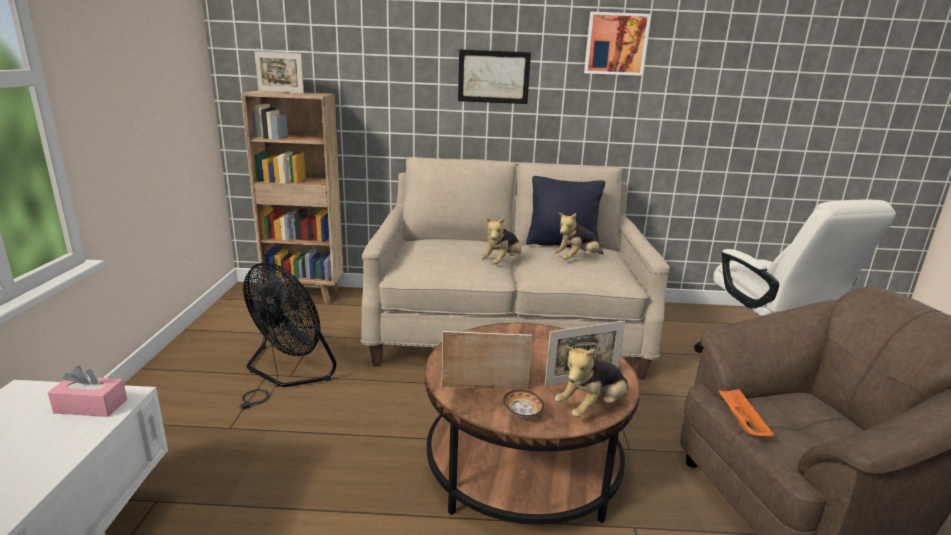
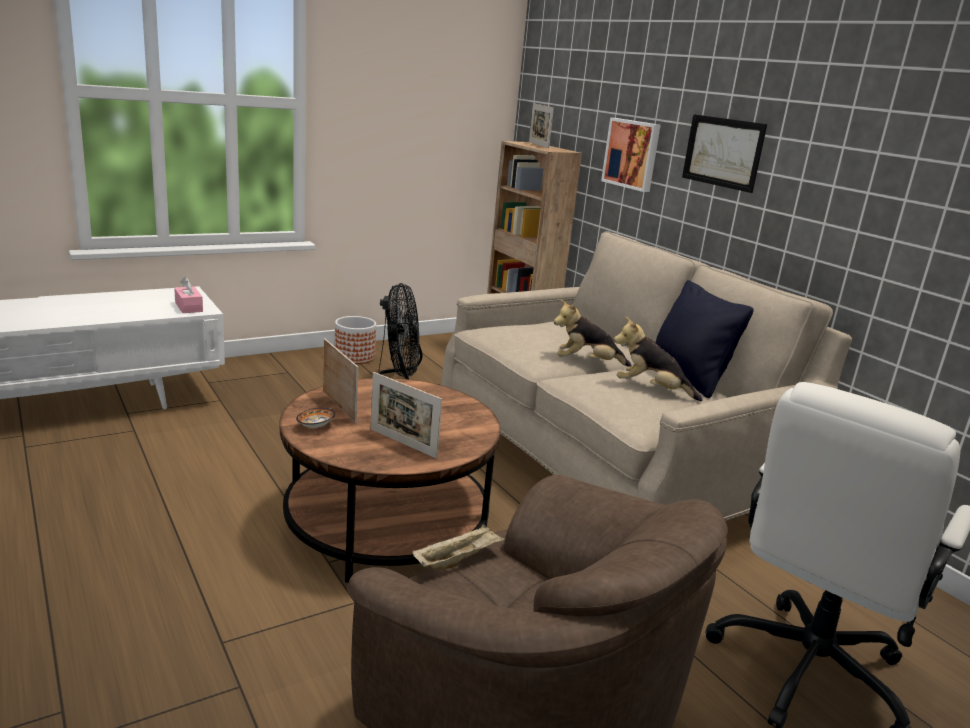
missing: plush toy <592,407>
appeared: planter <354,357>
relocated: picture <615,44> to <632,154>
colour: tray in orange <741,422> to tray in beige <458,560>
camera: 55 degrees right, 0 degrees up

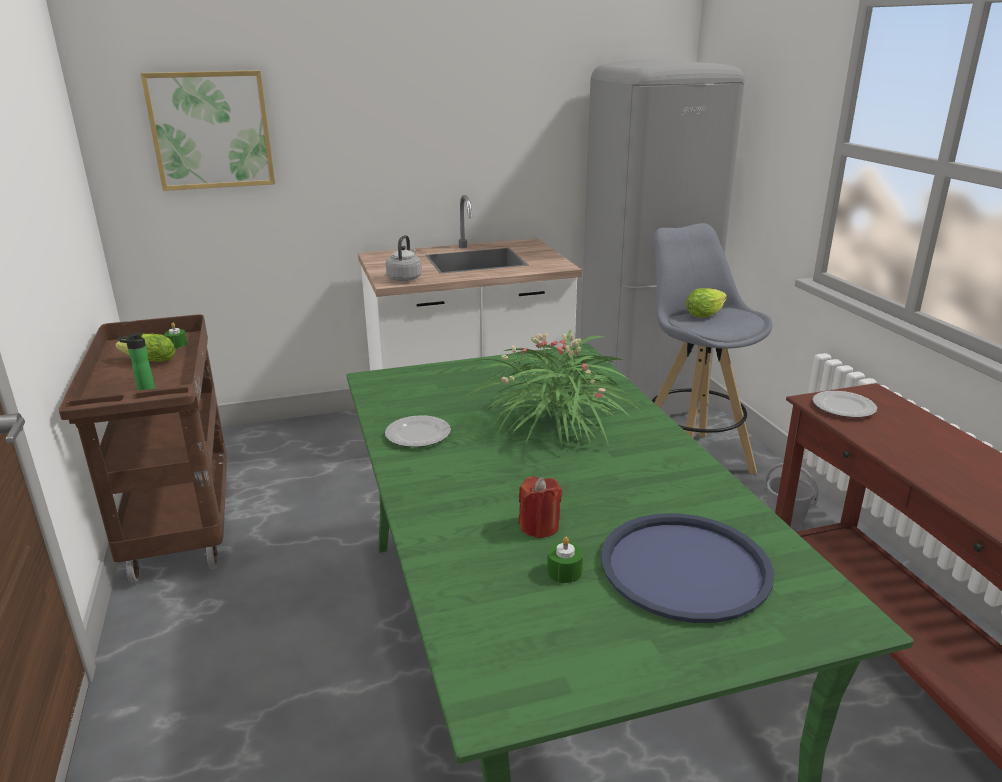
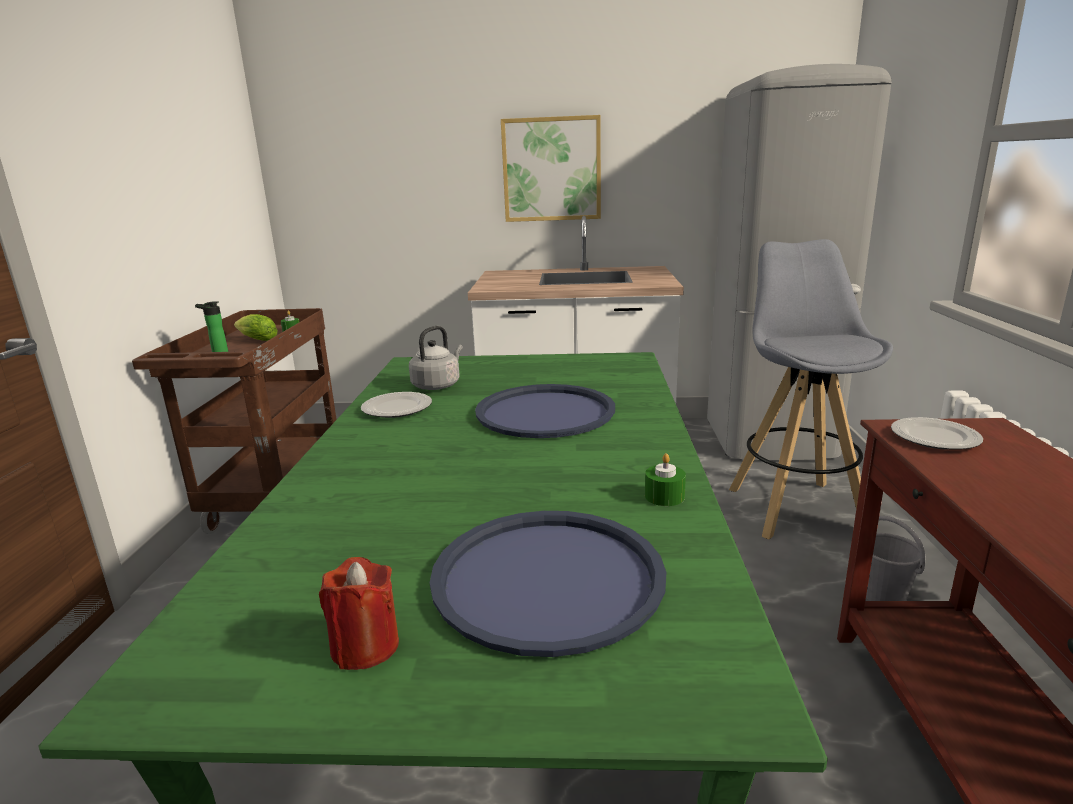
missing: lettuce <707,313>
relocated: picture <211,130> to <551,169>; kettle in grey <405,278> to <438,385>; candle in red <539,527> to <365,646>; candle in green <564,571> to <664,496>
exchanged: potted plant <555,422> to tray in blue <545,412>
camera: 20 degrees right, 5 degrees down

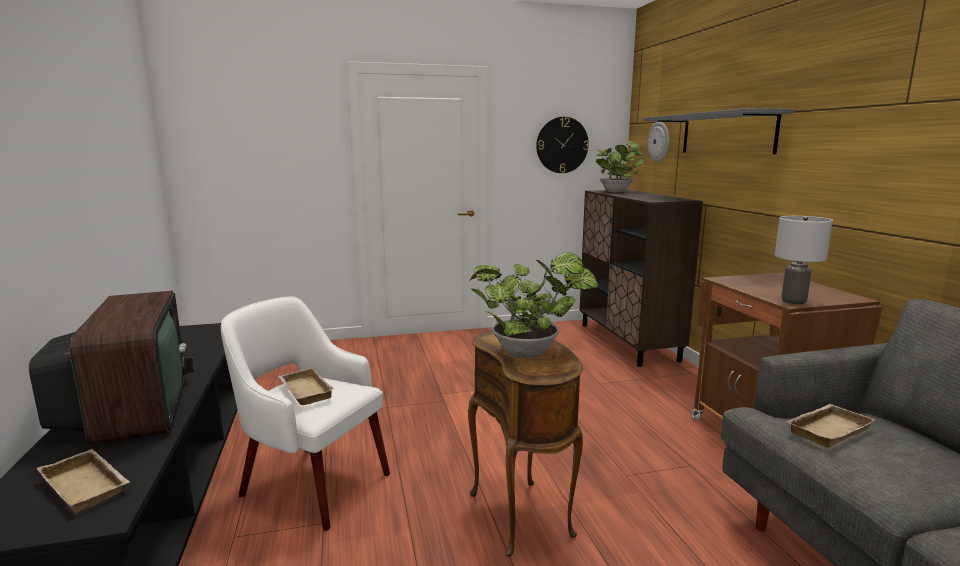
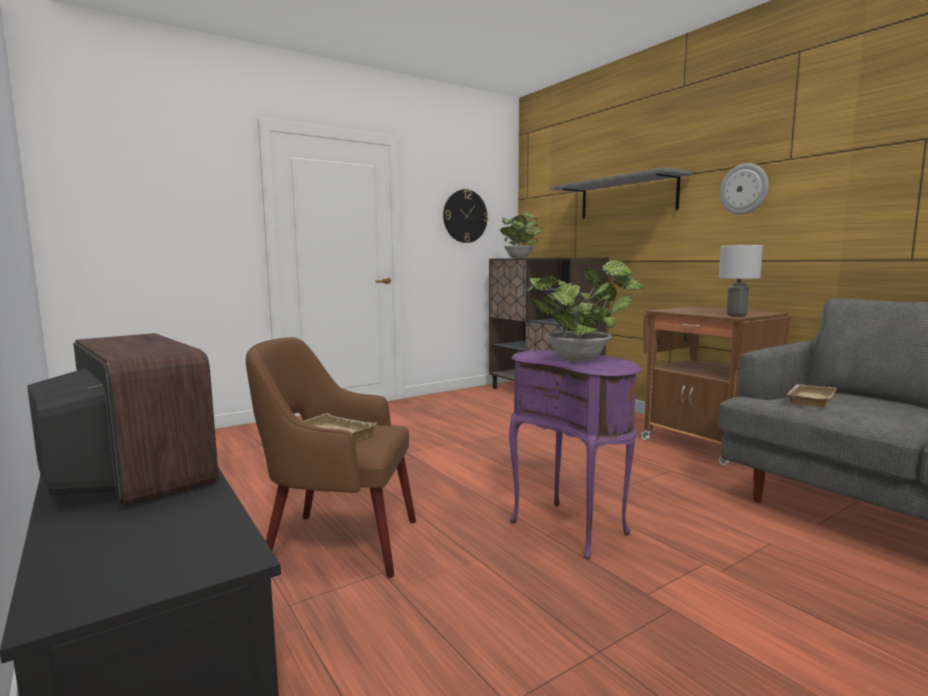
missing: tray in beige <88,485>
relocated: wall clock <659,141> to <744,189>
colour: armchair in white <312,483> to armchair in brown <339,543>; side table in brown <524,515> to side table in purple <572,527>
camera: 20 degrees left, 5 degrees down

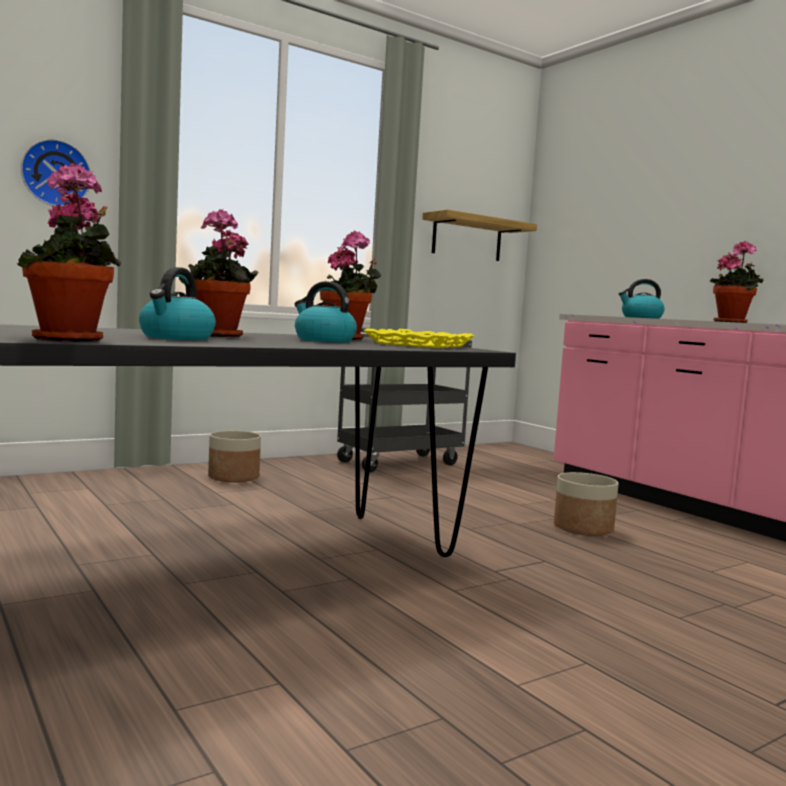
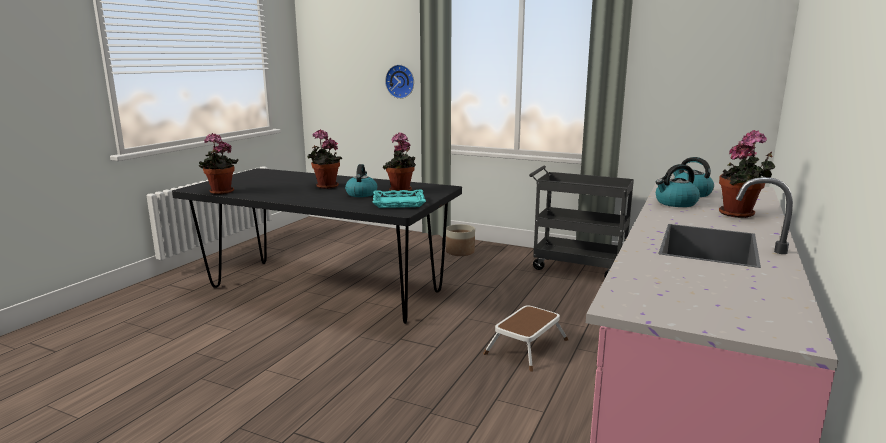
missing: shelf <467,238>
relocated: kettle <176,338> to <675,203>
exchanged: planter <583,528> to step ladder in brown <526,346>
colour: tray in yellow <419,345> to tray in turquoise <399,202>
camera: 60 degrees right, 10 degrees up

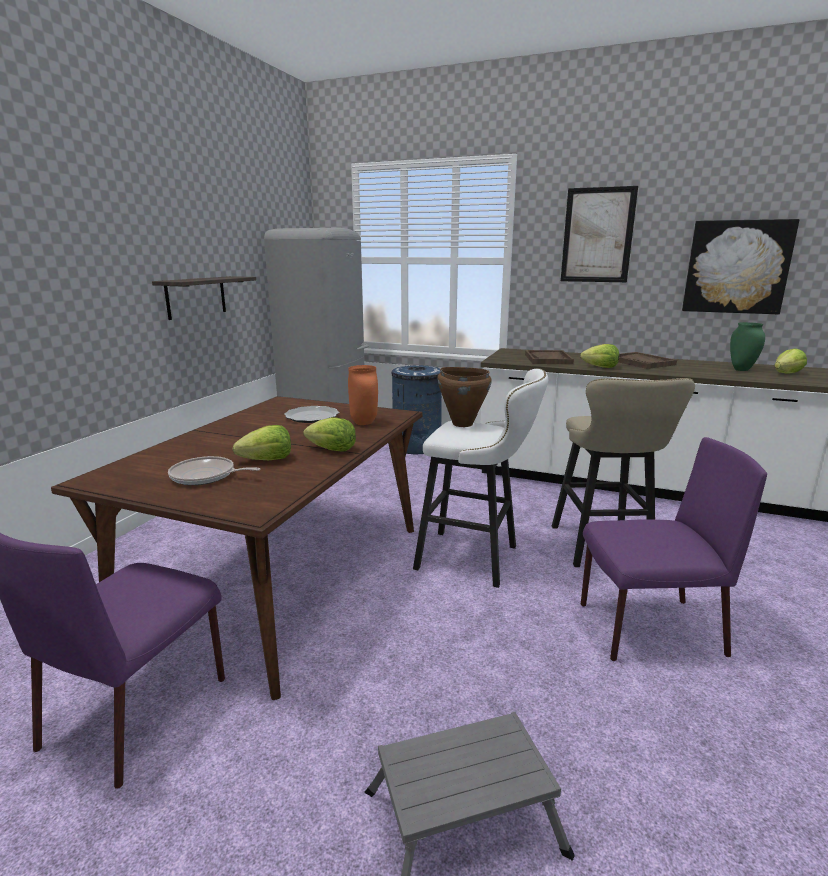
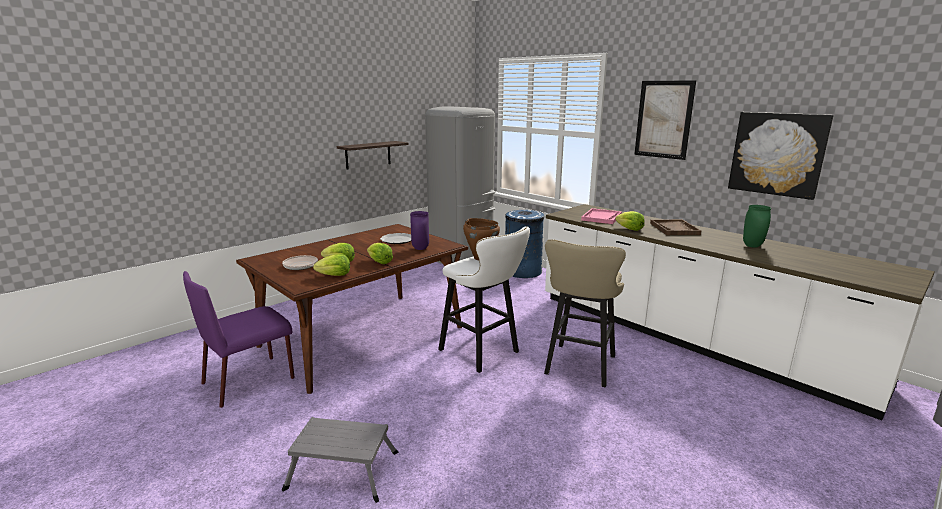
missing: chair in purple <647,629>
relocated: lettuce <786,373> to <334,275>
colour: vase in orange <364,423> to vase in purple <421,248>; tray in brown <548,359> to tray in pink <601,217>
camera: 25 degrees right, 0 degrees up

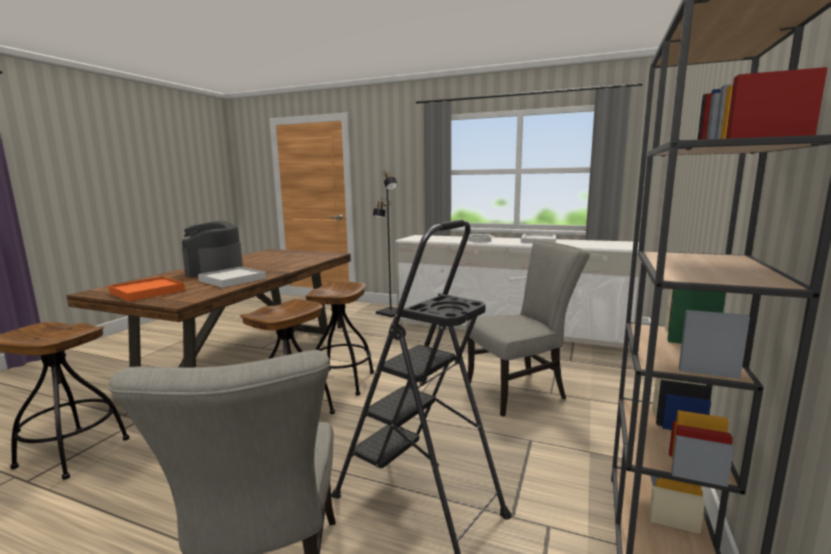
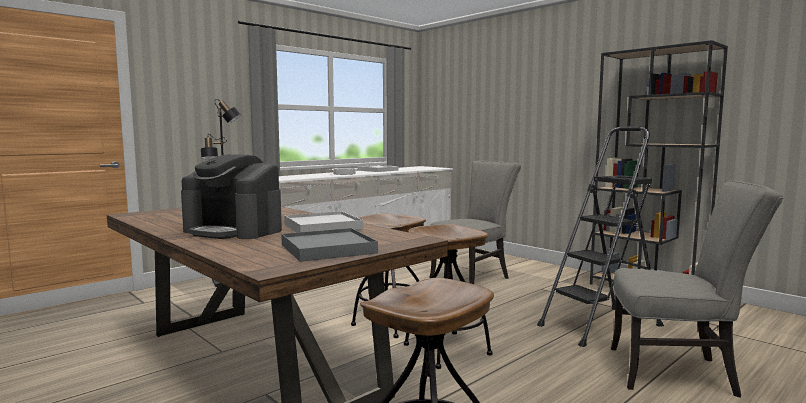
colour: tray in orange <148,291> to tray in grey <328,249>
spun: chair in grey <521,390> = <474,277> 45 degrees clockwise
camera: 65 degrees left, 5 degrees down

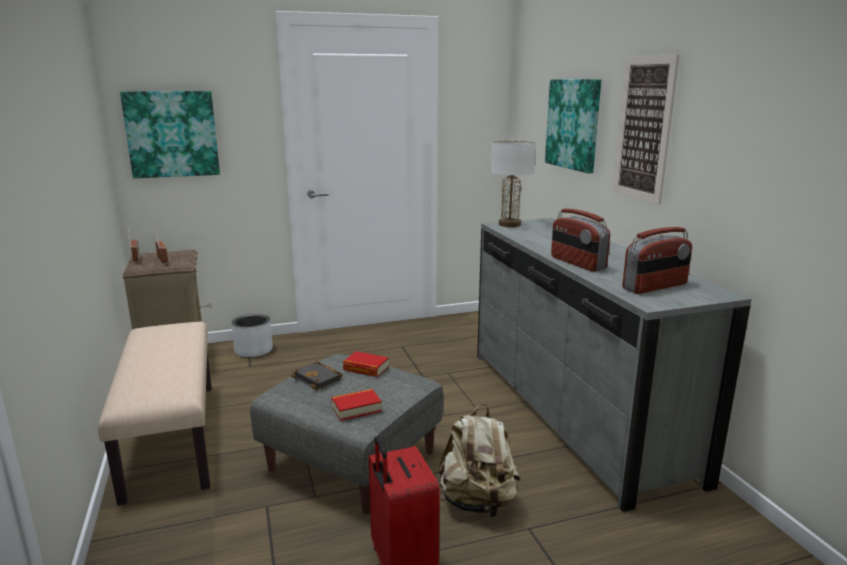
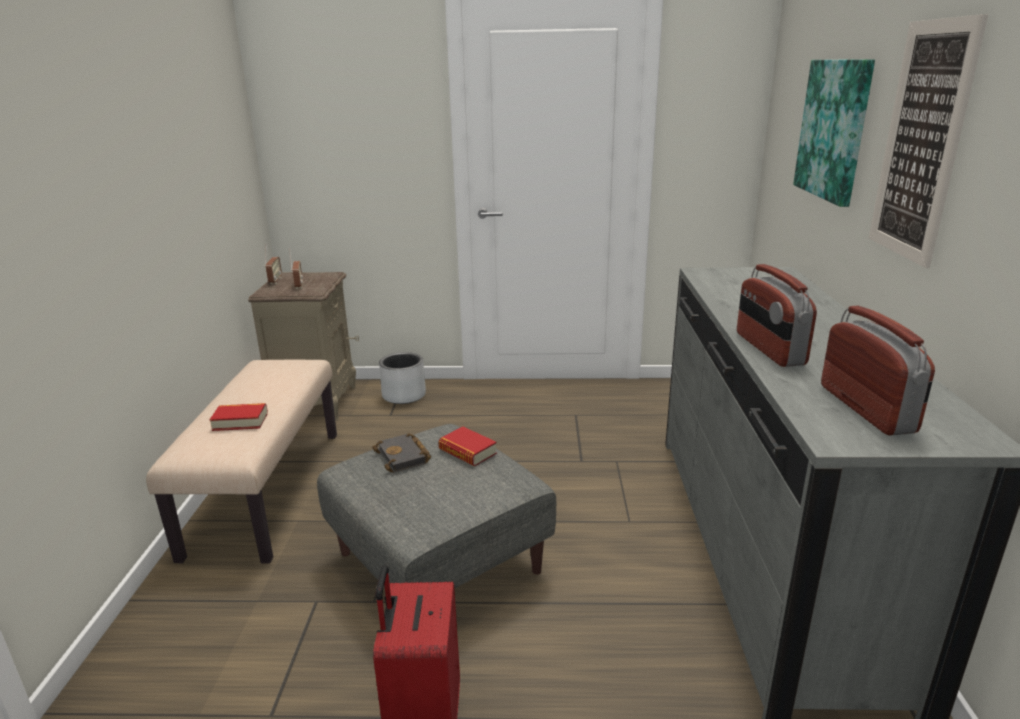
missing: picture <172,134>; backpack in beige <477,502>; table lamp <510,224>
relocated: book <356,409> to <240,421>
spun: radio <655,287> = <867,408> 90 degrees counterclockwise
camera: 20 degrees right, 5 degrees up

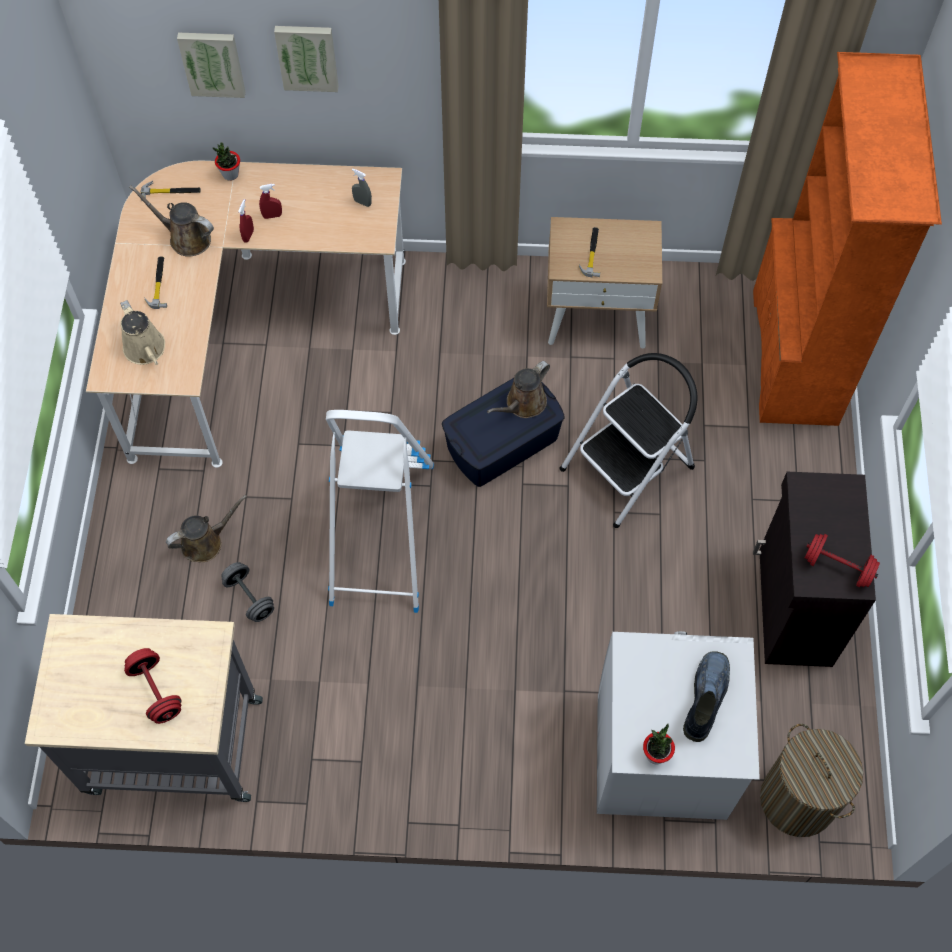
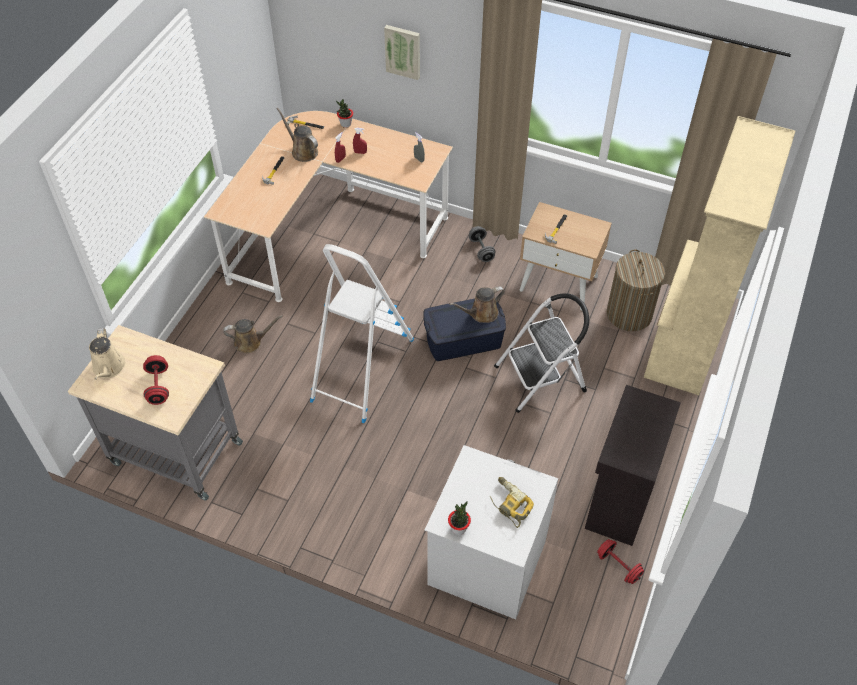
missing: picture <212,62>
relocated: watering can in beige <146,350> to <108,368>; dumbbell in grey <249,597> to <481,250>; laundry basket <798,799> to <629,314>; dumbbell in red <838,567> to <618,566>
exchanged: boot <705,696> to power drill <508,504>
colour: bookcase in orange <796,357> to bookcase in beige <685,344>
camera: 20 degrees right, 10 degrees down

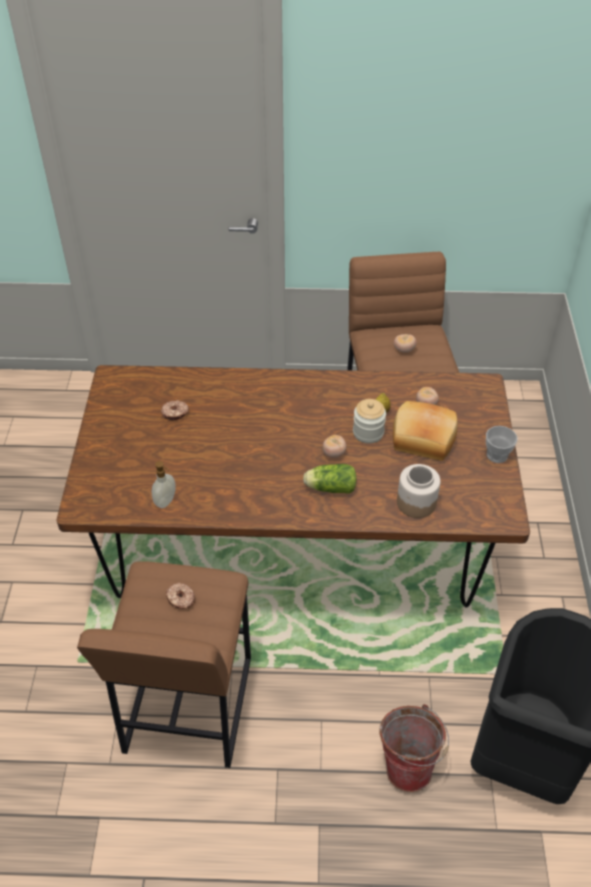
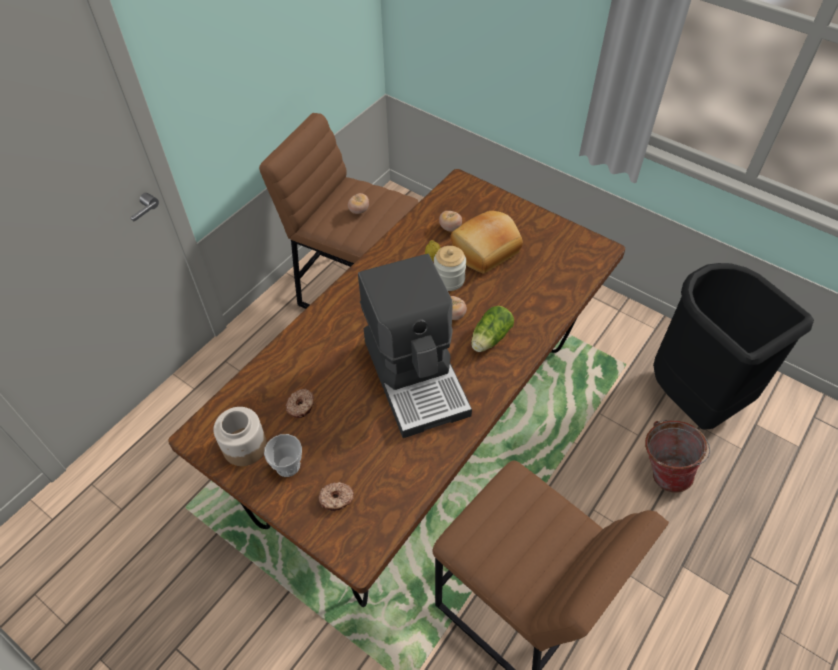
missing: soap dispenser <166,501>
appeared: coffee machine <417,376>
relocated: donut <181,599> to <336,499>; jar <416,502> to <244,446>; cup <497,455> to <287,465>
camera: 55 degrees left, 5 degrees up

